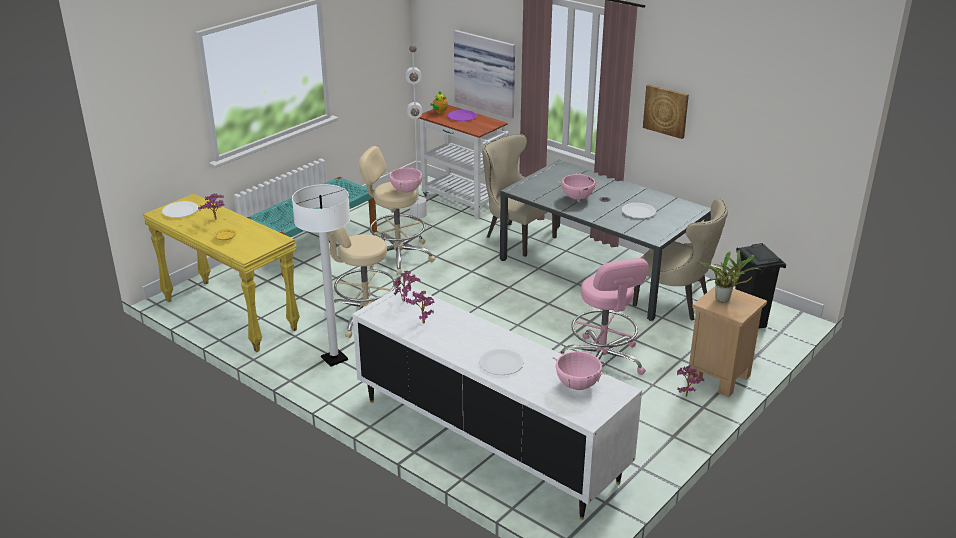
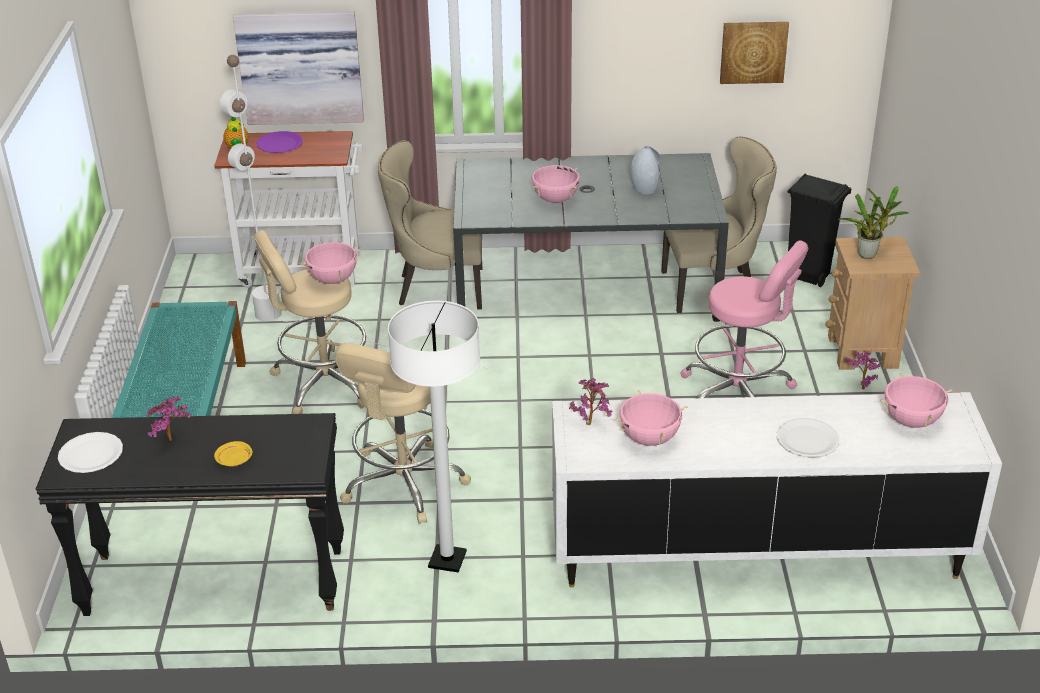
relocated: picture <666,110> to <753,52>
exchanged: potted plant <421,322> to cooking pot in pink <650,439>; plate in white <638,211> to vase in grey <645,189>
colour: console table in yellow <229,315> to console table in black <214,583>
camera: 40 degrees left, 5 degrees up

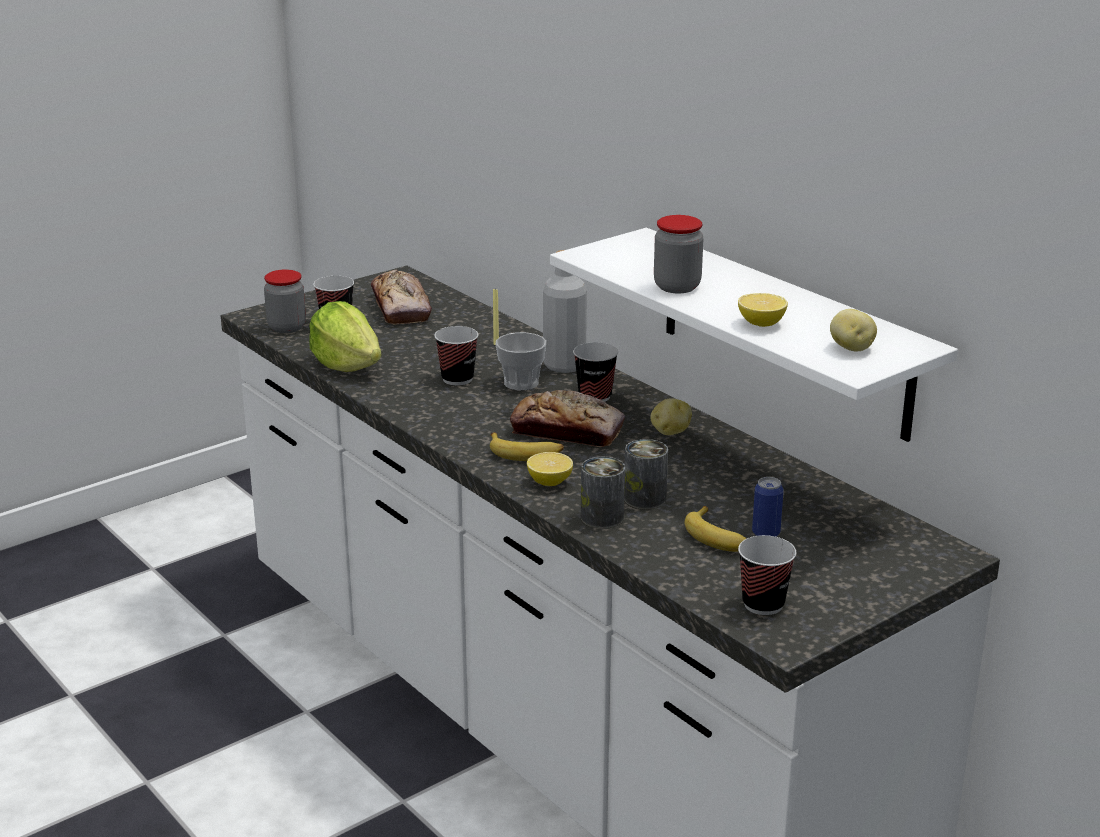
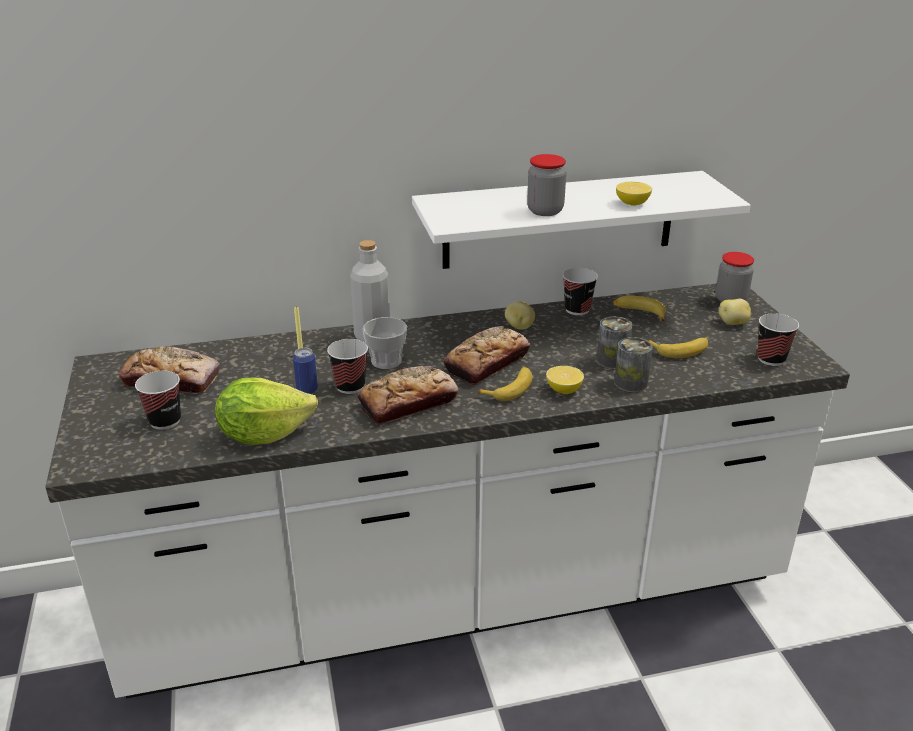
appeared: bread <408,403>; banana <639,313>
relocated: jar <287,327> to <730,300>; cup <595,396> to <577,309>; can <766,533> to <307,390>; potato <851,348> to <733,323>
camera: 65 degrees left, 5 degrees up

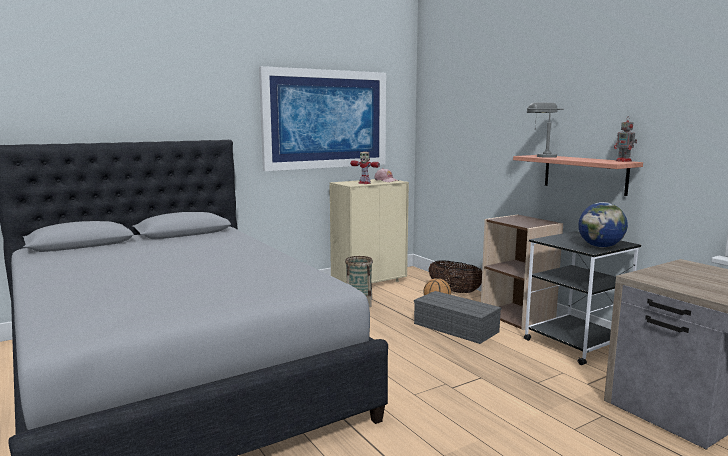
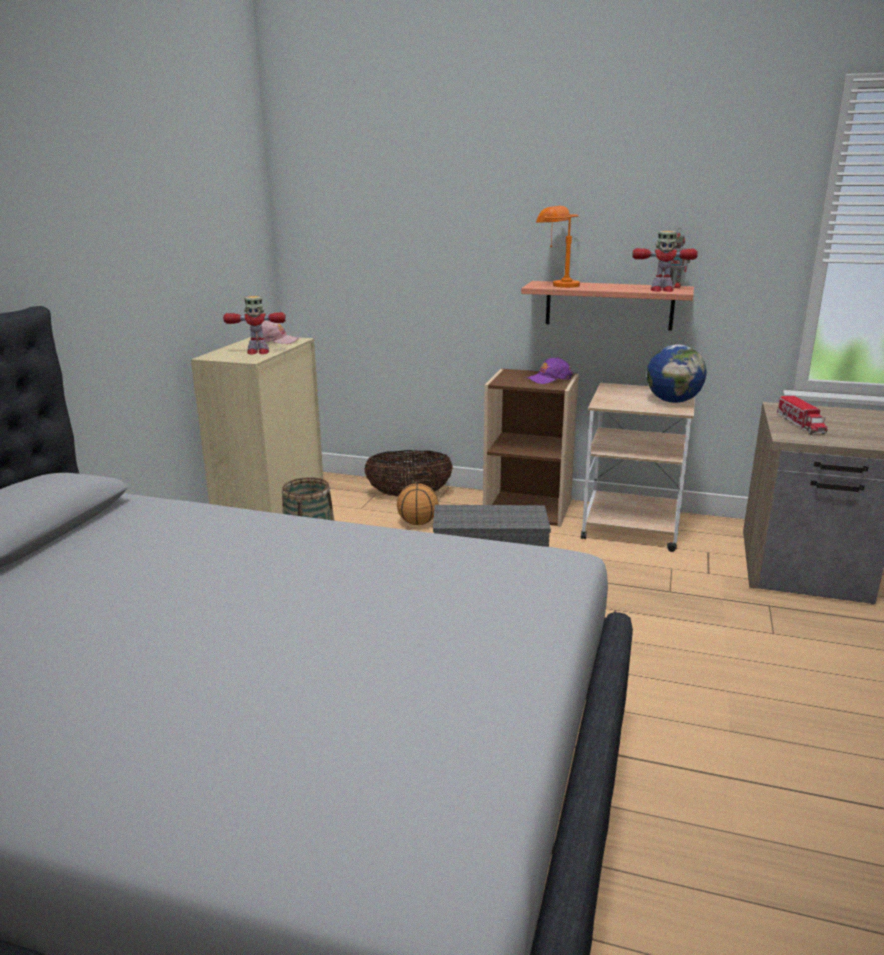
missing: picture <326,119>
appeared: cap in purple <549,379>; toy robot <661,290>; toy truck <800,424>
colour: cart in black <576,345> to cart in beige <633,527>; table lamp in grey <541,156> to table lamp in orange <556,285>
camera: 40 degrees left, 10 degrees up

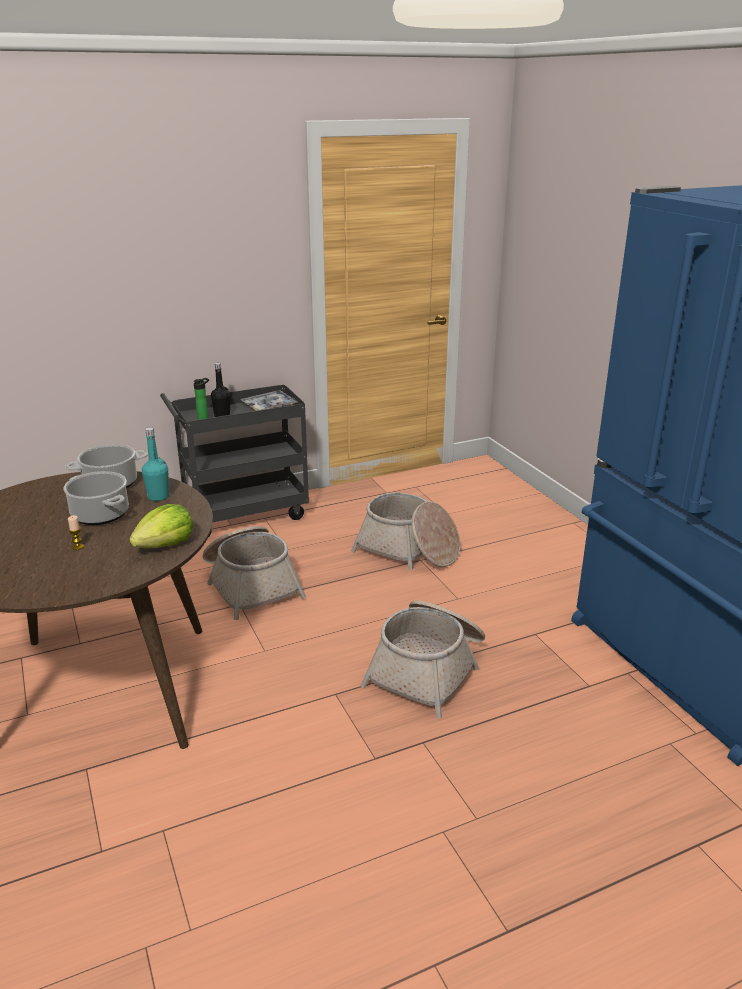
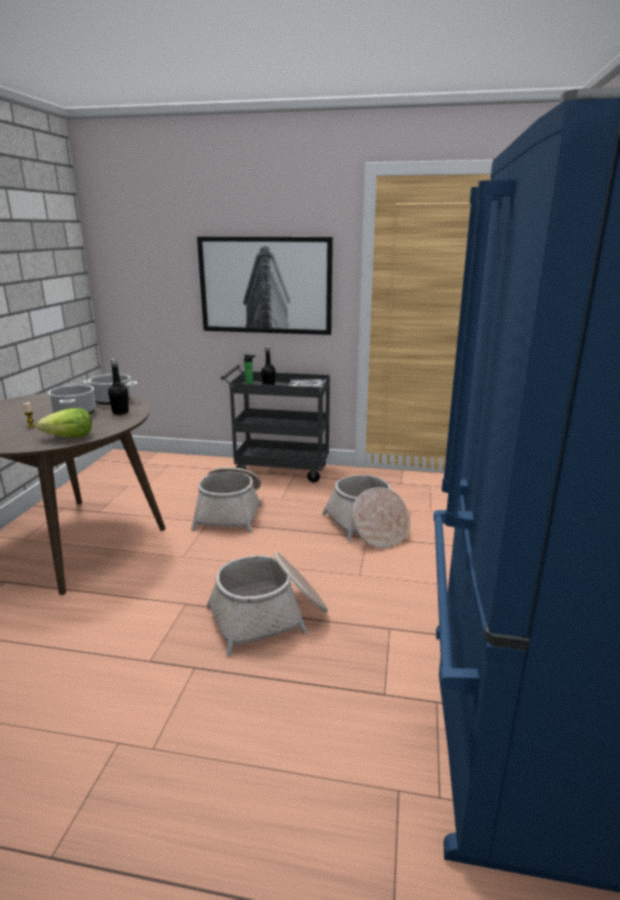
appeared: picture <265,285>
colour: bottle in turquoise <158,497> to bottle in black <120,412>
camera: 35 degrees right, 5 degrees down

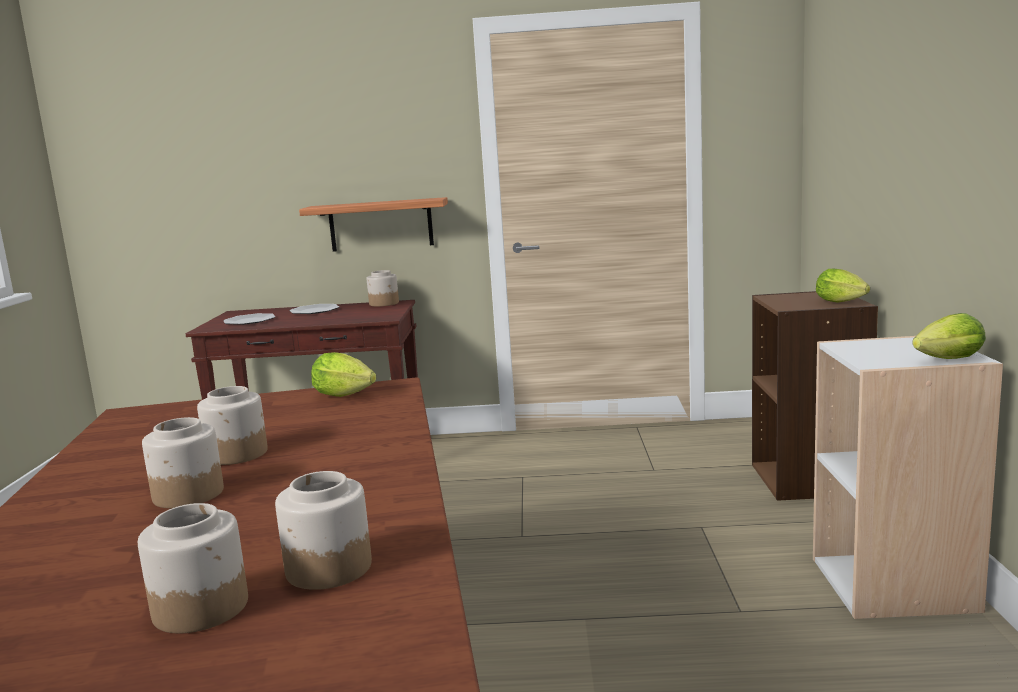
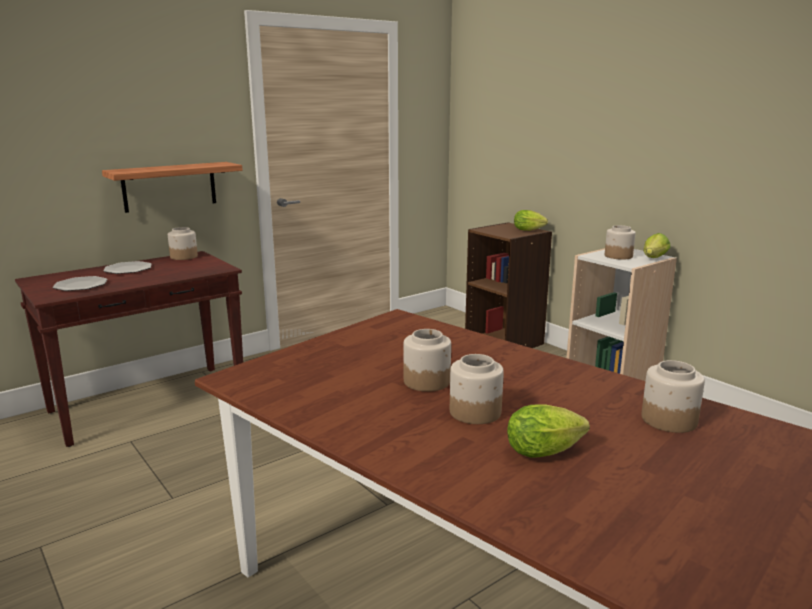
relocated: jar <201,607> to <618,256>; lettuce <347,396> to <547,451>
camera: 40 degrees left, 5 degrees up

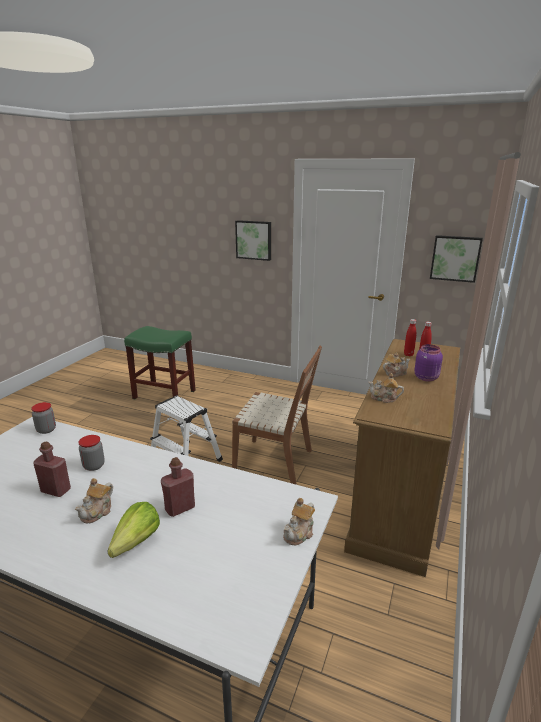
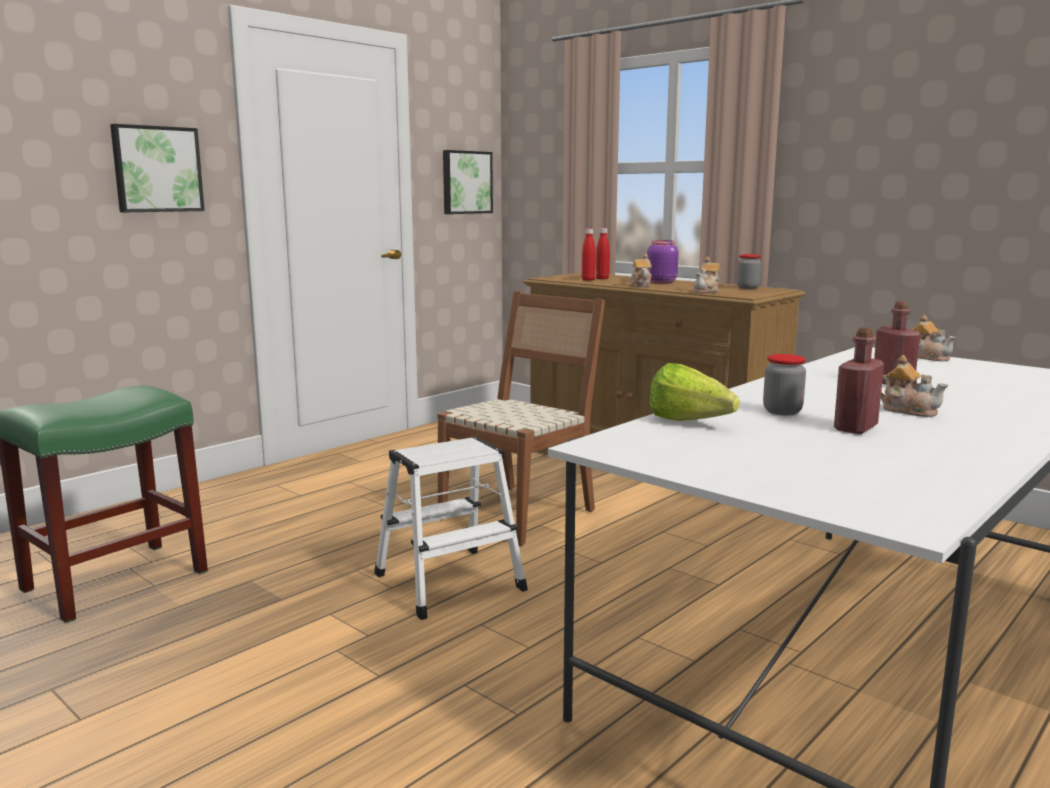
relocated: jar <46,430> to <748,287>; lettuce <132,545> to <694,423>
camera: 70 degrees left, 10 degrees down

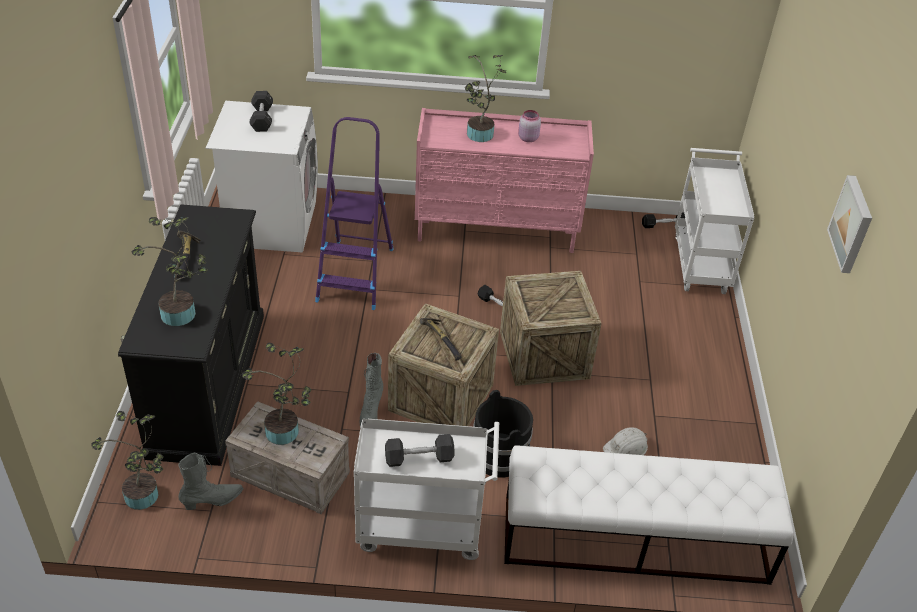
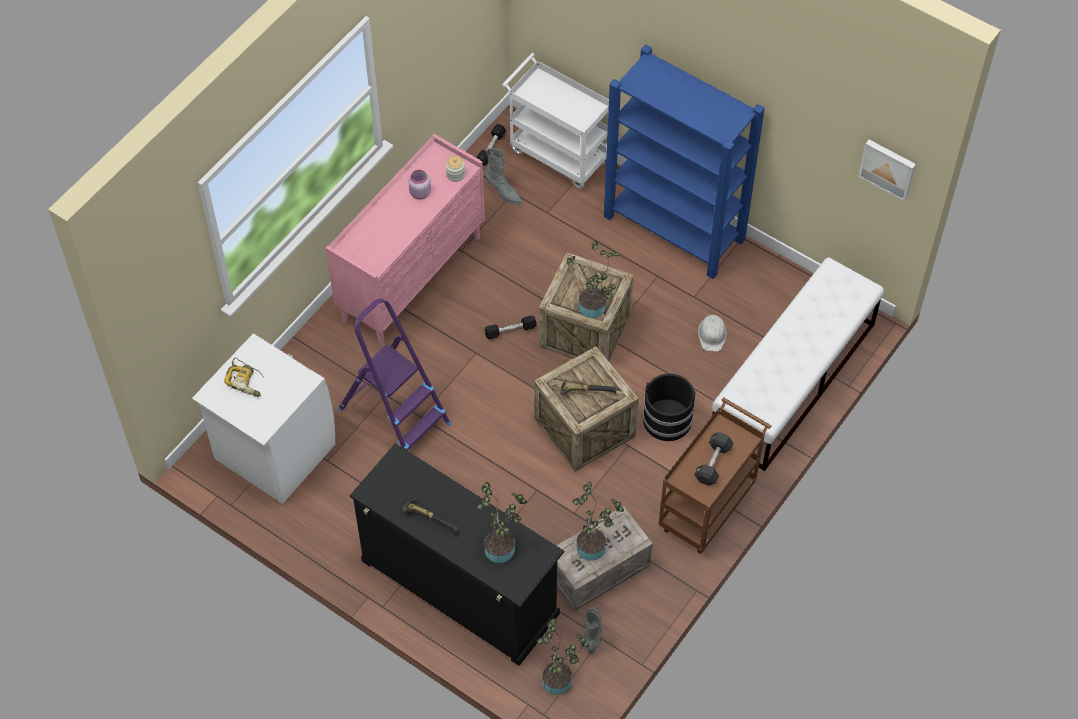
appeared: jar <455,174>; bookcase in blue <674,228>
relocated: boot in grey <370,413> to <503,192>; potted plant <478,136> to <594,309>; picture <852,224> to <888,168>
exchanged: dumbbell in black <262,119> to power drill <246,381>
colour: cart in white <423,534> to cart in brown <708,508>
camera: 55 degrees left, 15 degrees up

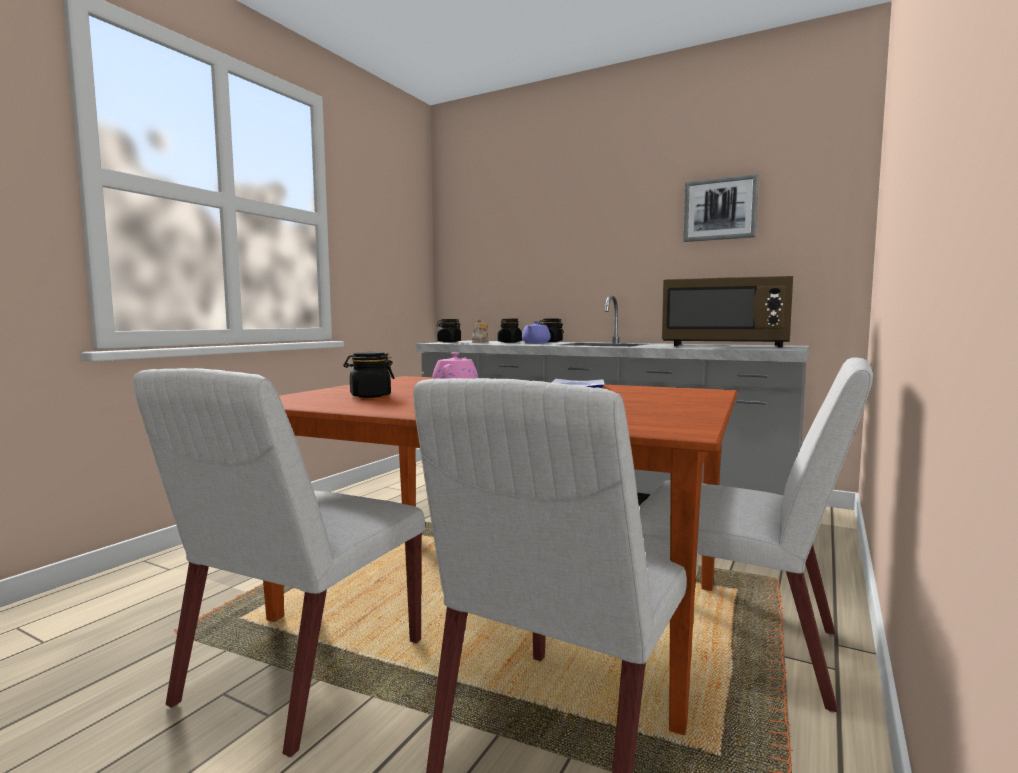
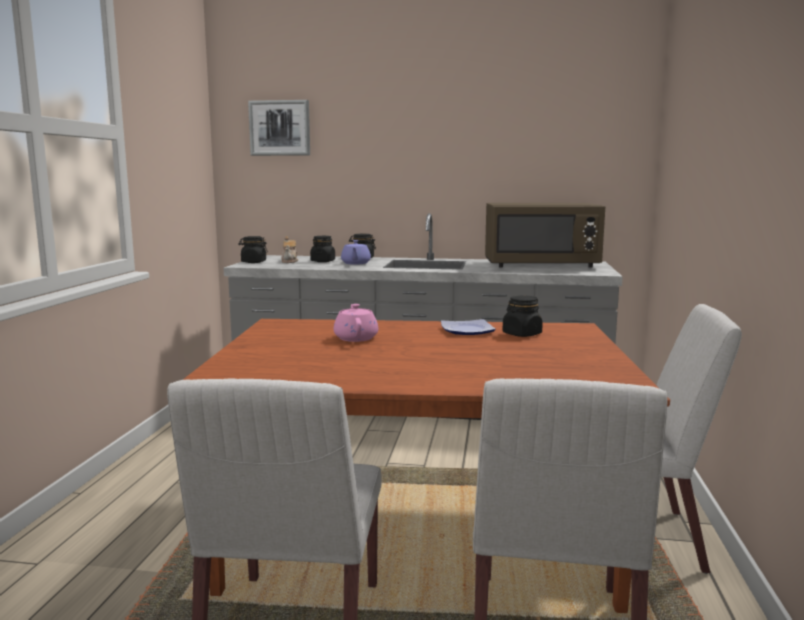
relocated: jar in black <370,396> to <521,334>; picture <720,209> to <280,128>
camera: 20 degrees left, 5 degrees up

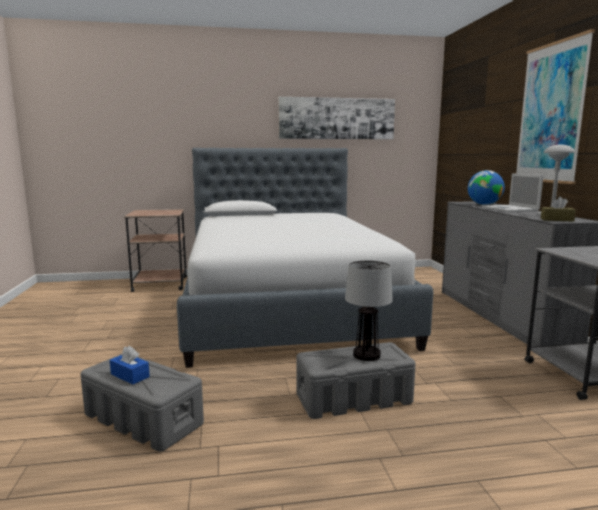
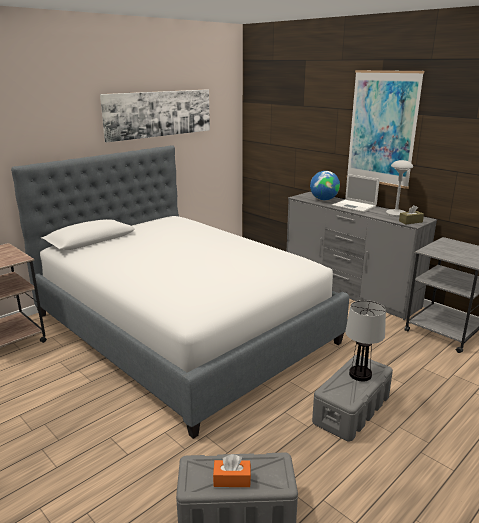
colour: tissue box in blue <130,375> to tissue box in orange <232,479>
camera: 35 degrees left, 10 degrees up

